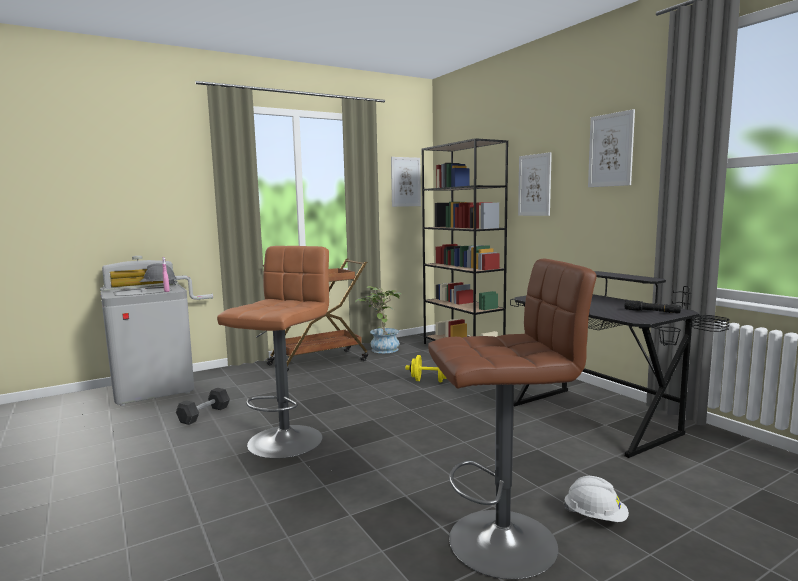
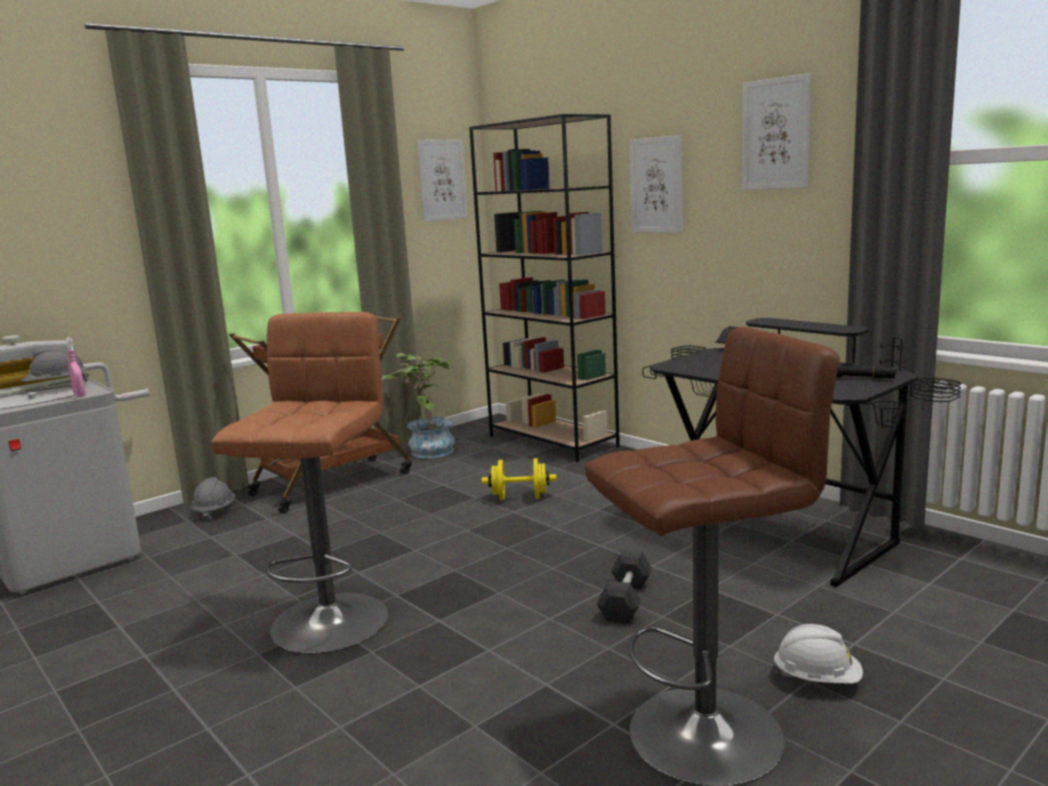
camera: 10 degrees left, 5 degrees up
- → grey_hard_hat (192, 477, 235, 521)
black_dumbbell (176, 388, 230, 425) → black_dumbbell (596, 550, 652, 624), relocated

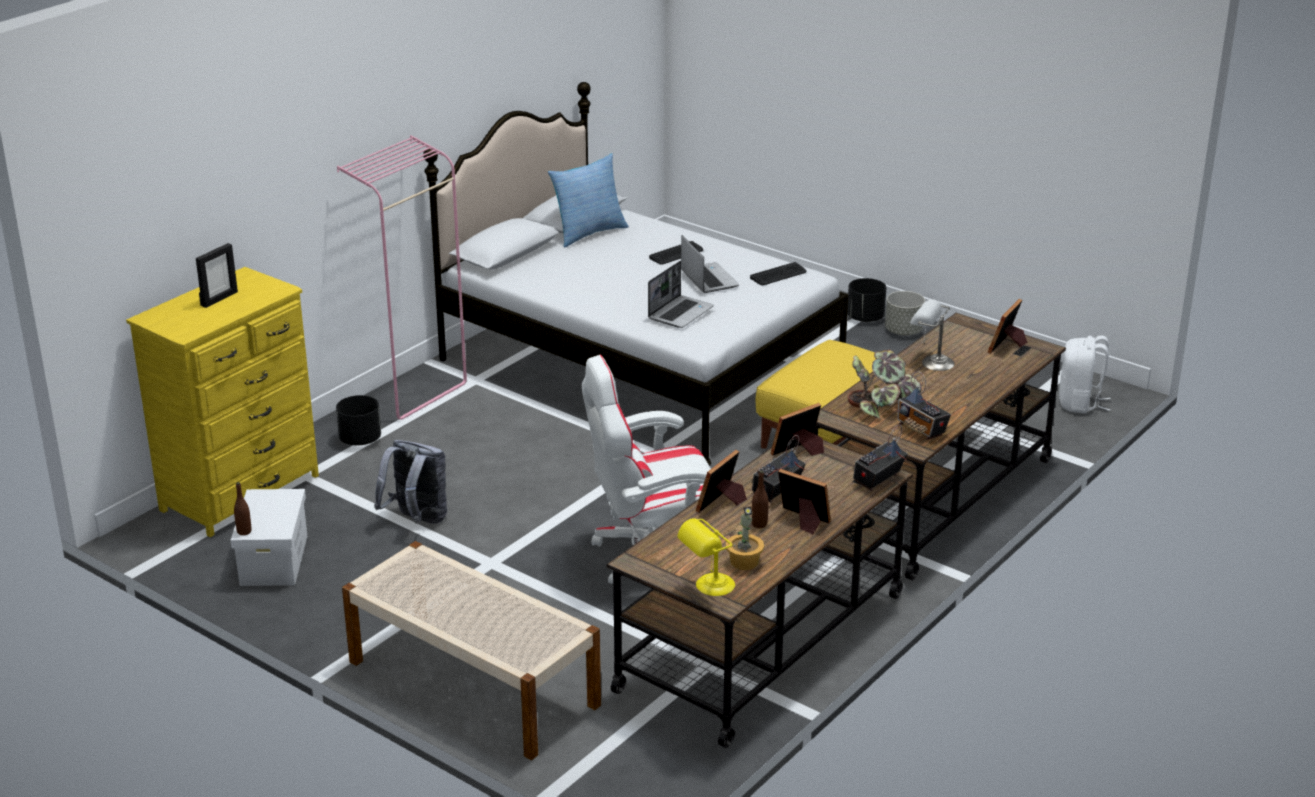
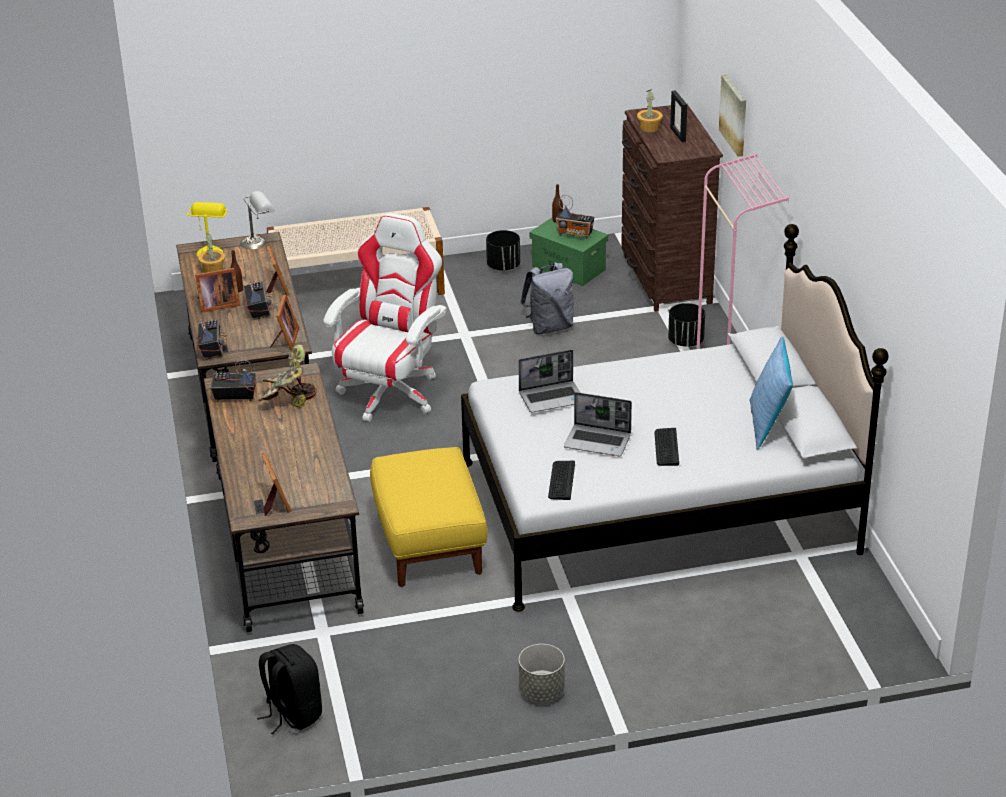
camera: 130 degrees right, 5 degrees up
white_table_lamp (910, 299, 955, 371) → white_table_lamp (240, 191, 275, 249), relocated
white_backpack (1059, 335, 1111, 414) → black_backpack (257, 644, 322, 735)
black_planter (848, 278, 886, 322) → black_planter (486, 230, 520, 270), relocated
laptop (648, 261, 714, 328) → laptop (518, 350, 580, 413), 90 degrees counterclockwise
white_storage_box (231, 489, 307, 586) → green_storage_box (530, 218, 608, 286)
- → radio (556, 195, 594, 239)
yellow_dresser (126, 267, 319, 537) → brown_dresser (621, 104, 723, 312)
- → potted_plant (637, 89, 663, 132)
- → picture (719, 75, 746, 157)

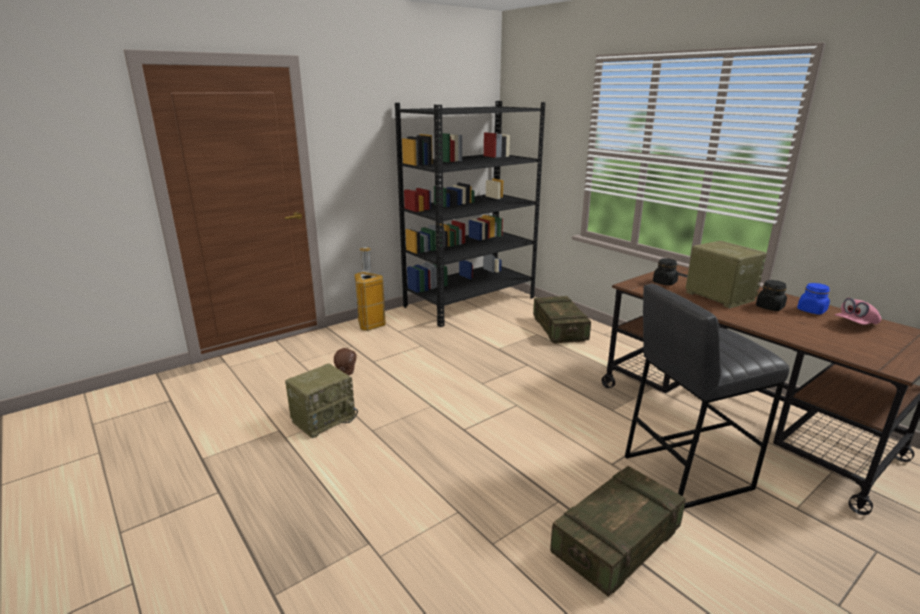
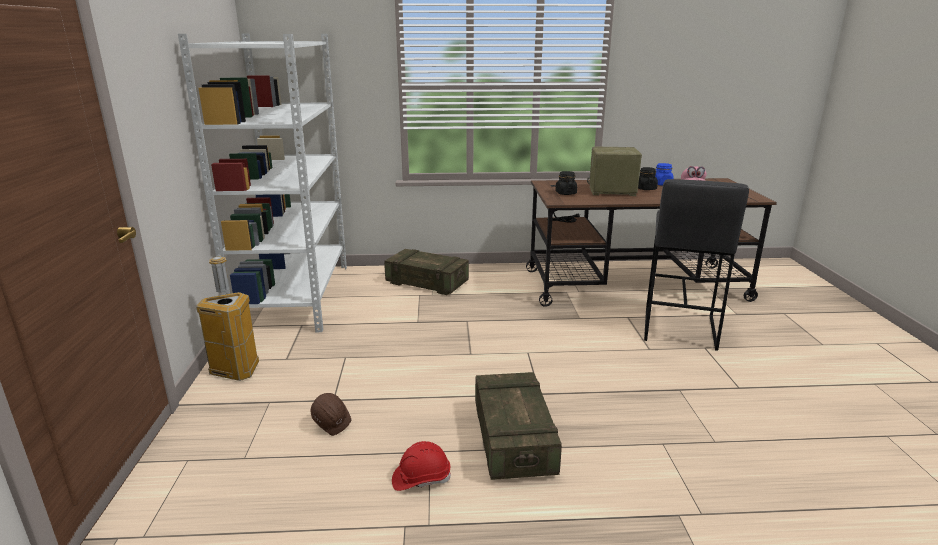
camera: 55 degrees left, 0 degrees up
black_bookcase (395, 101, 545, 327) → white_bookcase (178, 34, 347, 332)
radio (285, 363, 358, 438) → red_hard_hat (392, 441, 451, 491)
crate (550, 466, 686, 597) → crate (475, 372, 562, 480), relocated

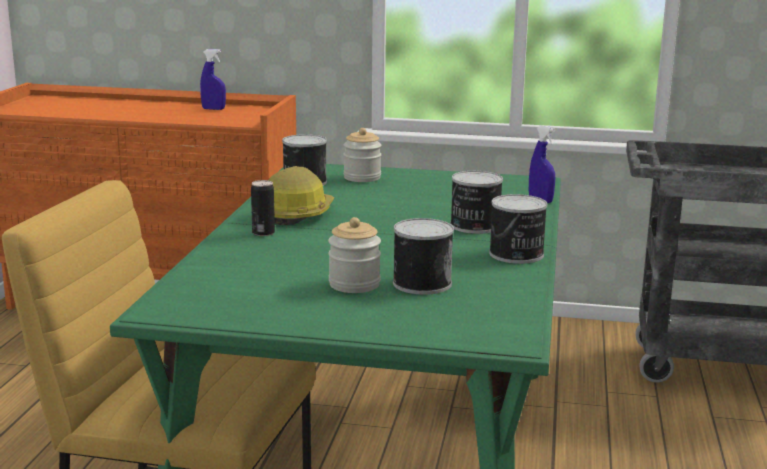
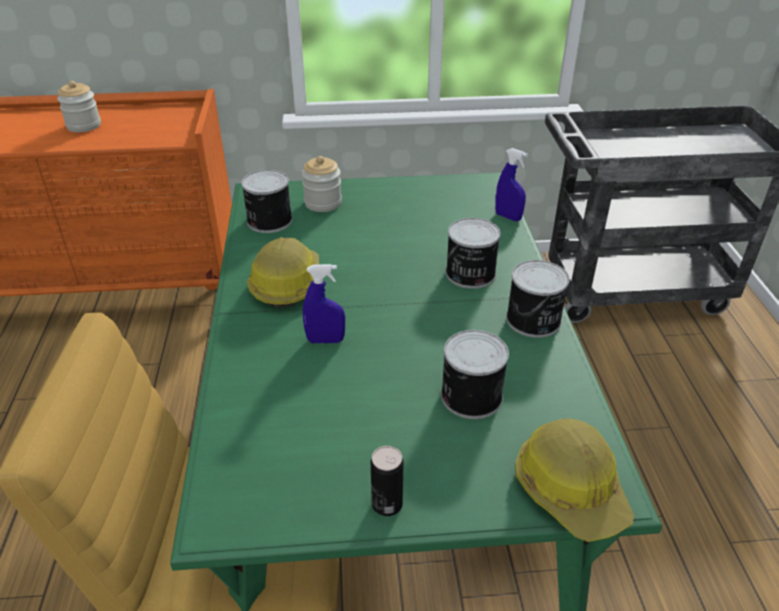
camera: 15 degrees left, 20 degrees up
jar (328, 217, 381, 293) → jar (57, 81, 101, 132), relocated
blue_spray_bottle (200, 49, 226, 110) → blue_spray_bottle (303, 264, 345, 343), relocated
can (251, 180, 275, 236) → can (371, 446, 404, 516), relocated
- → hard_hat (515, 418, 634, 542)

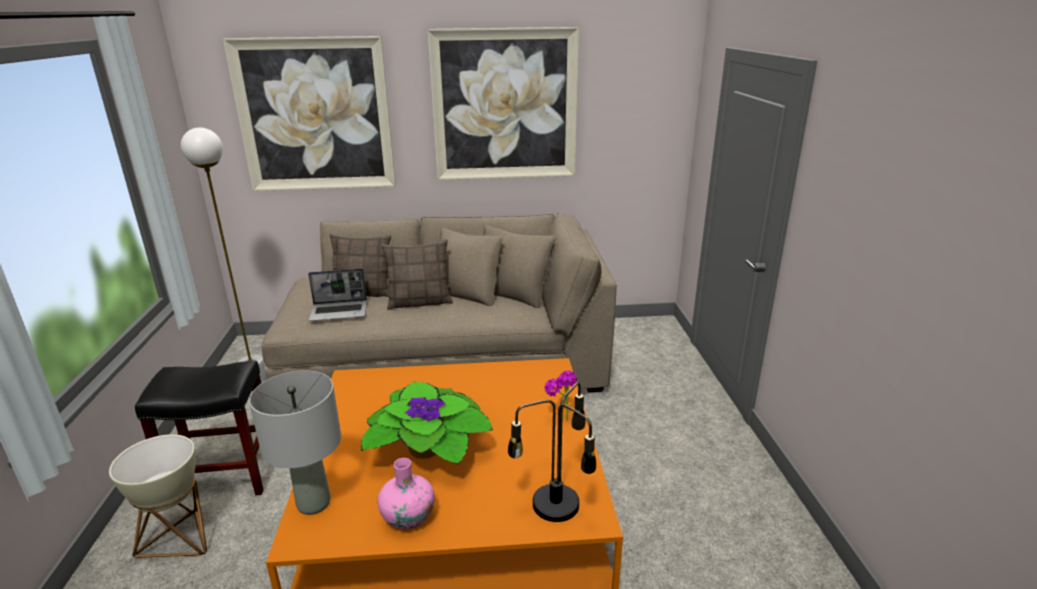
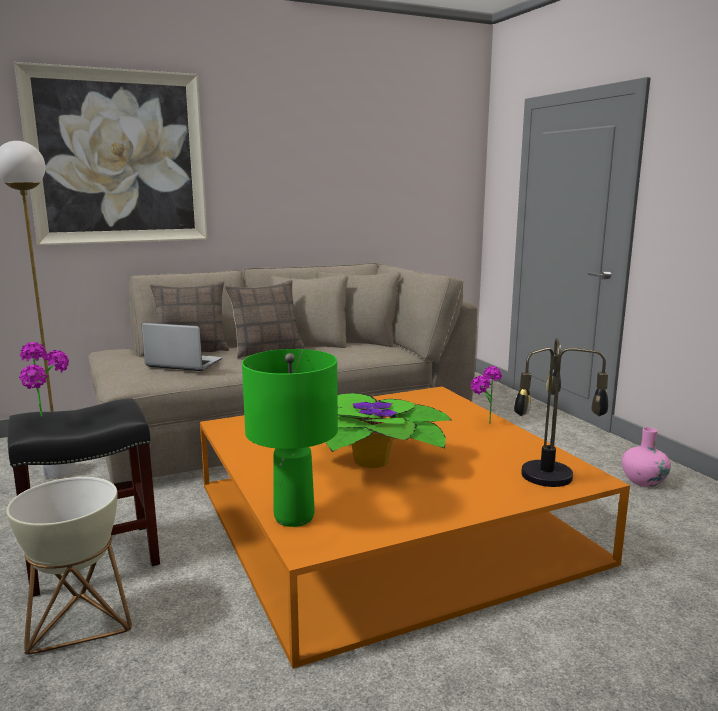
camera: 20 degrees left, 10 degrees down
- → potted_plant (19, 342, 69, 417)
laptop (308, 268, 367, 321) → laptop (141, 323, 222, 371), 135 degrees counterclockwise
grey_table_lamp (249, 370, 341, 515) → green_table_lamp (242, 349, 338, 527)
pink_vase (378, 458, 435, 529) → pink_vase (622, 427, 671, 487), relocated
picture (427, 27, 579, 180) → -

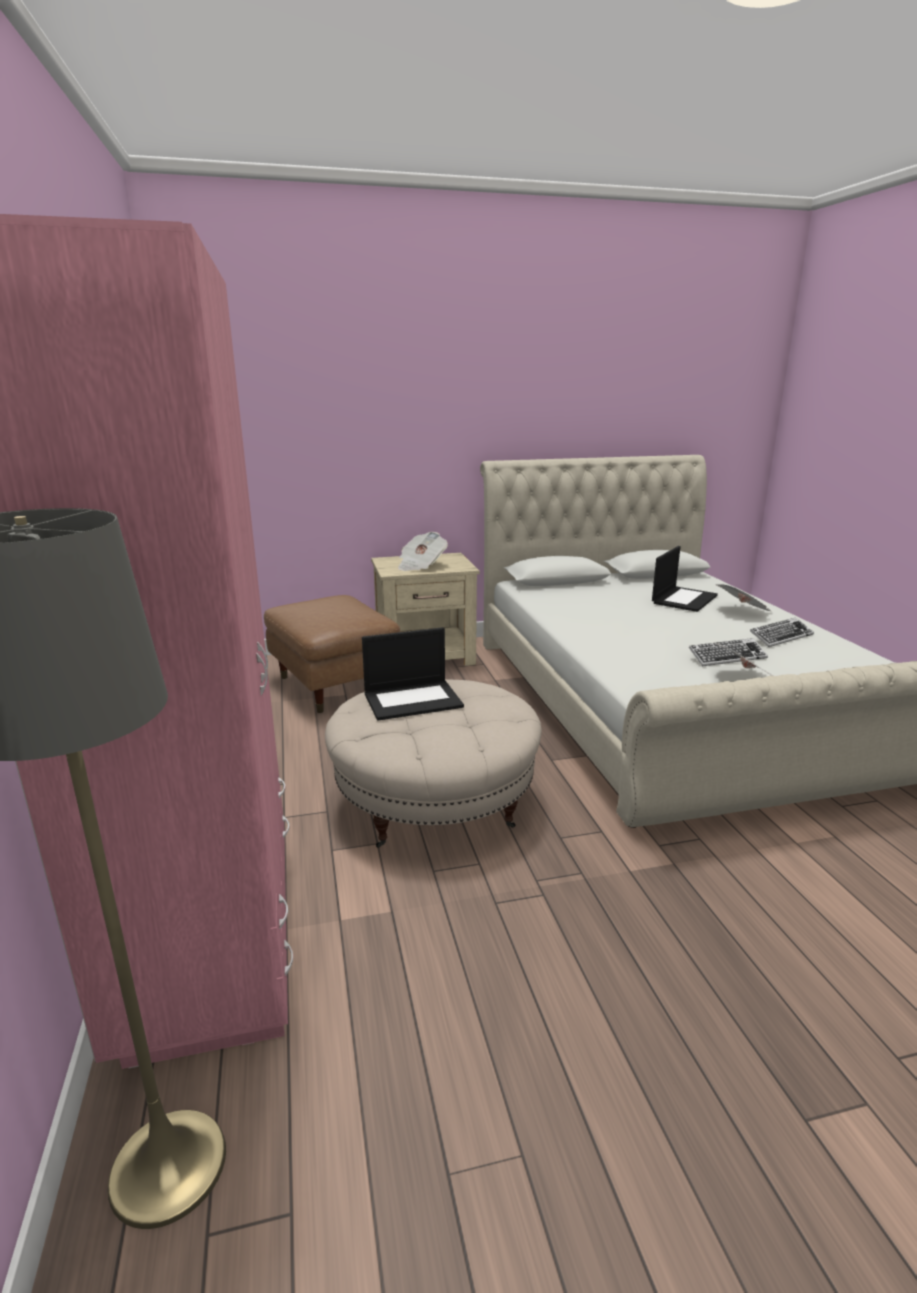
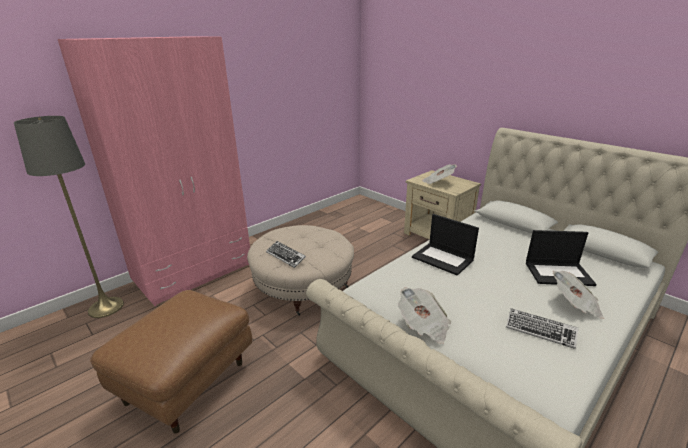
camera: 60 degrees right, 5 degrees up
brown_ottoman (264, 595, 400, 713) → brown_ottoman (90, 290, 252, 434), relocated
keyboard (689, 638, 768, 666) → keyboard (266, 241, 306, 268), relocated
laptop (362, 627, 464, 721) → laptop (412, 214, 479, 276), relocated

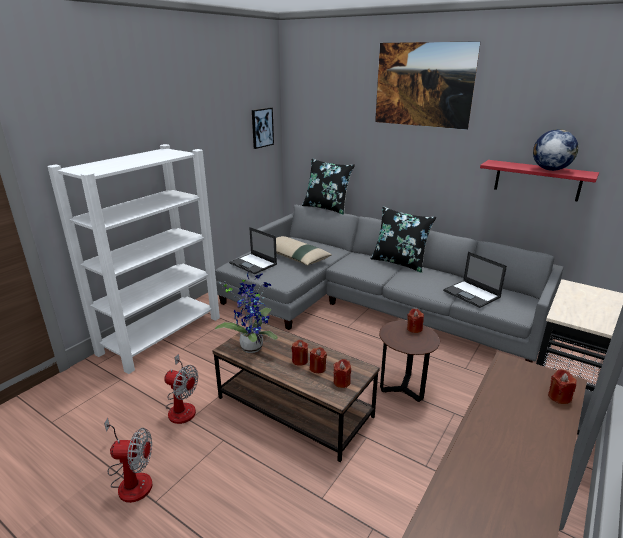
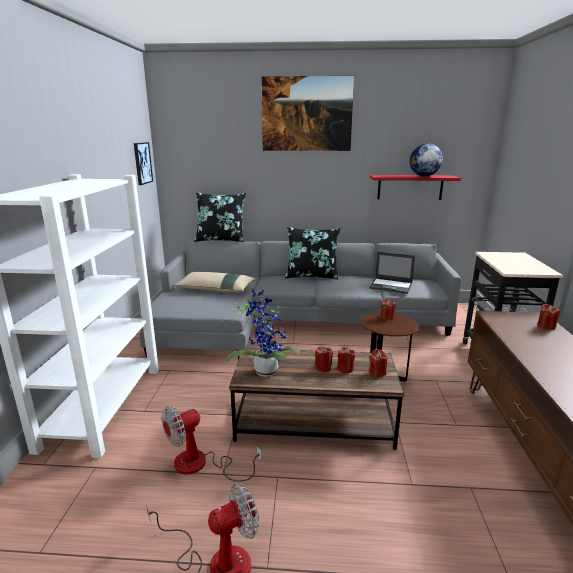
camera: 30 degrees left, 5 degrees down
fan (164, 354, 198, 424) → fan (162, 406, 262, 482), 150 degrees clockwise
laptop (229, 227, 277, 274) → -

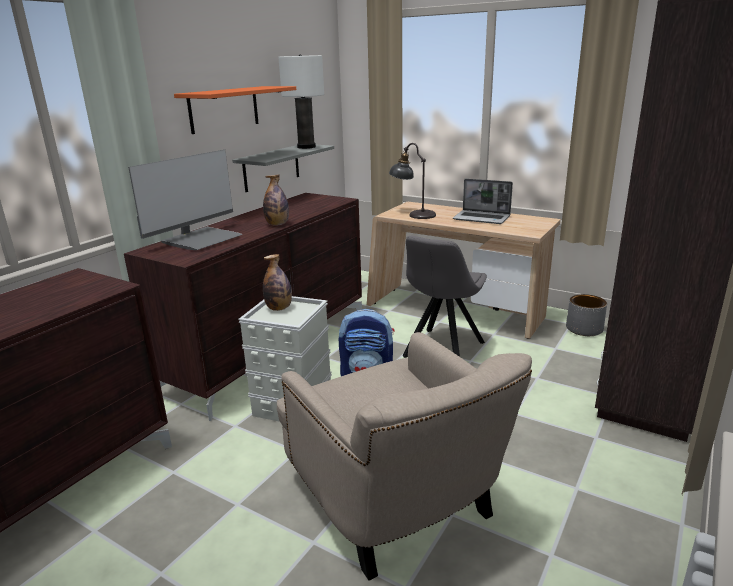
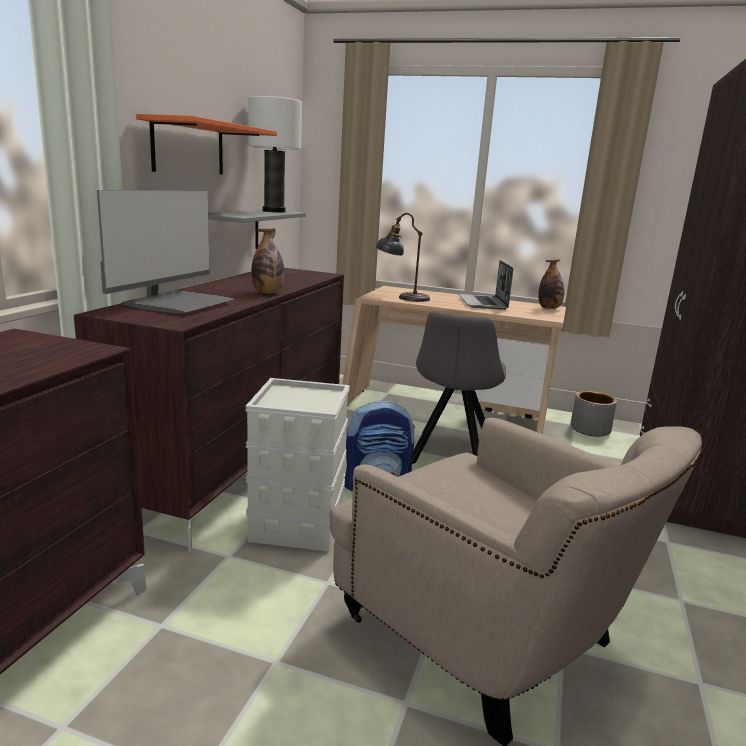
camera: 15 degrees left, 5 degrees down
laptop (453, 179, 513, 224) → laptop (459, 260, 513, 310), 75 degrees clockwise
bottle (263, 254, 292, 311) → bottle (538, 259, 564, 309), relocated

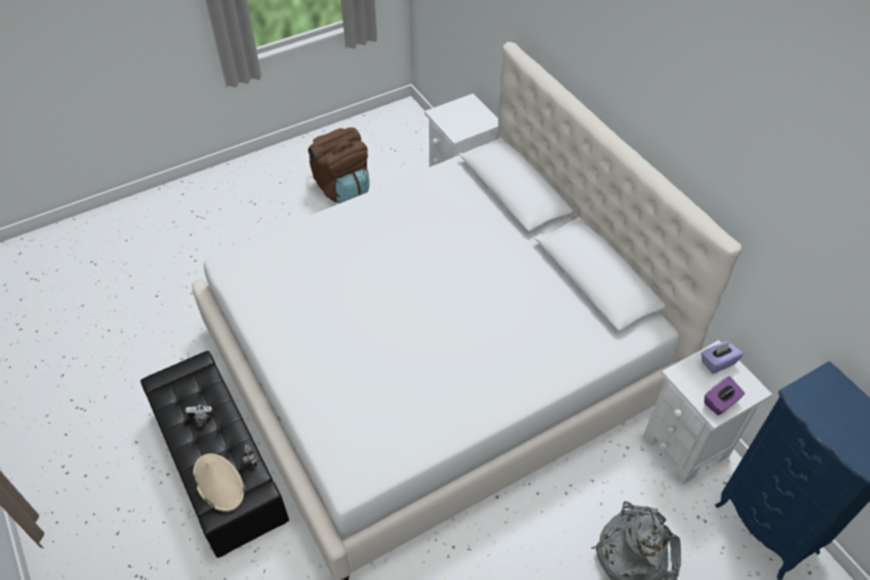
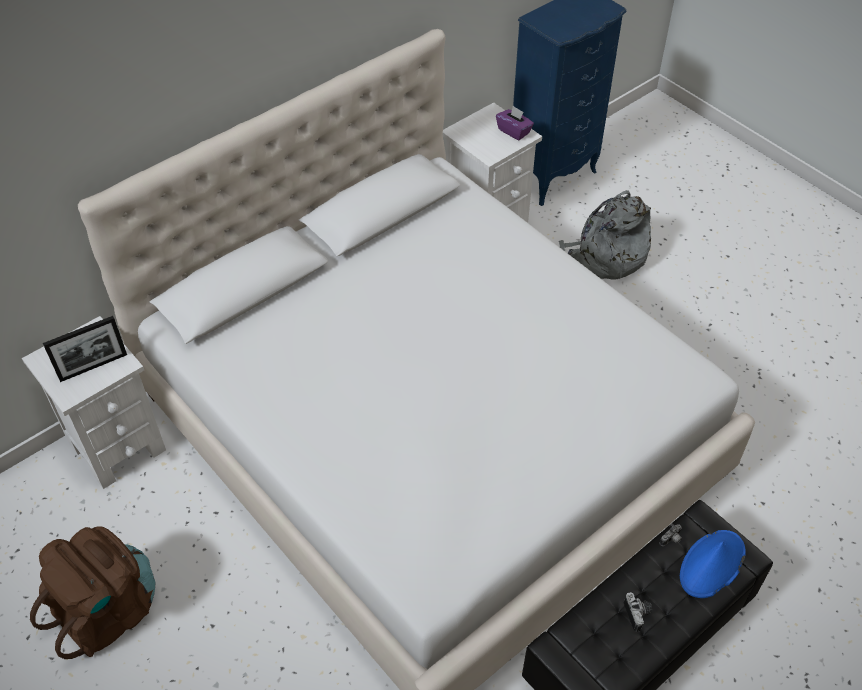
camera: 100 degrees left, 0 degrees up
- → picture_frame (43, 316, 127, 382)
beige_hat (193, 453, 244, 512) → blue_hat (680, 530, 746, 598)
purple_tissue_box (701, 341, 743, 374) → -

